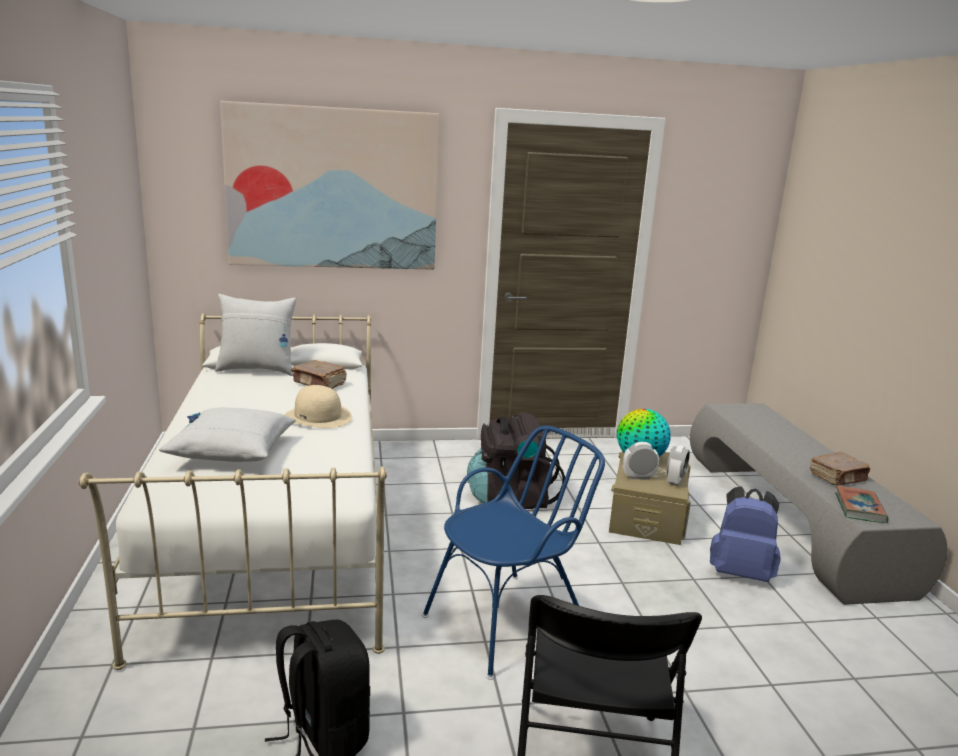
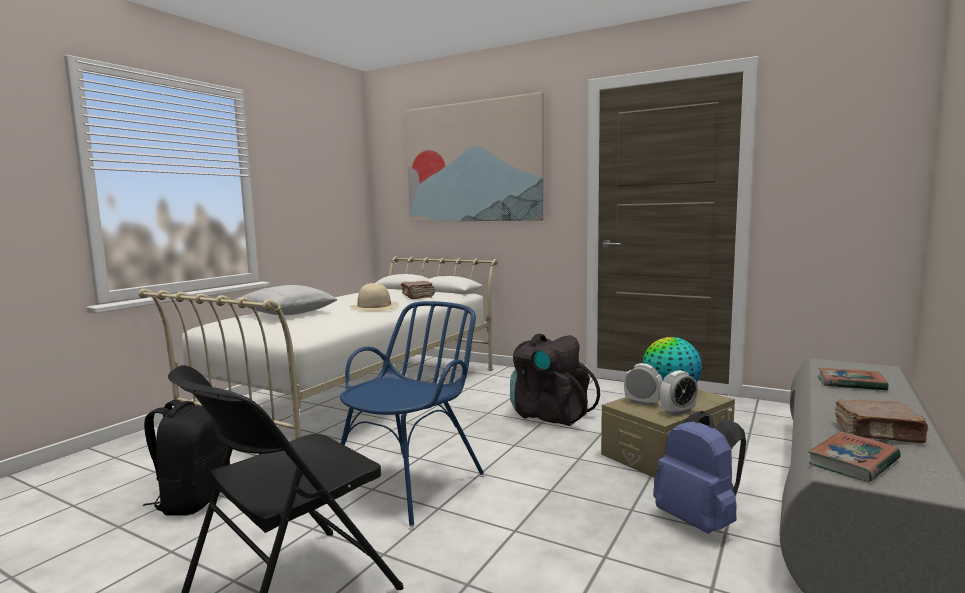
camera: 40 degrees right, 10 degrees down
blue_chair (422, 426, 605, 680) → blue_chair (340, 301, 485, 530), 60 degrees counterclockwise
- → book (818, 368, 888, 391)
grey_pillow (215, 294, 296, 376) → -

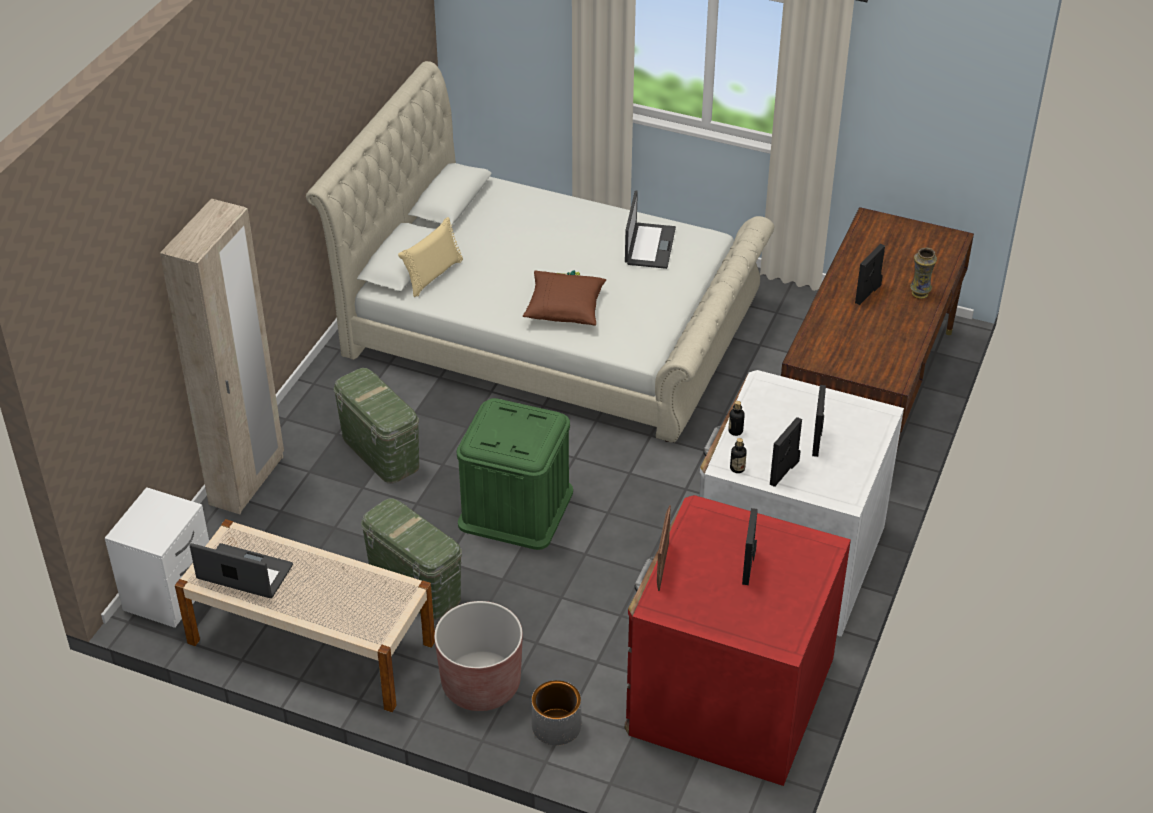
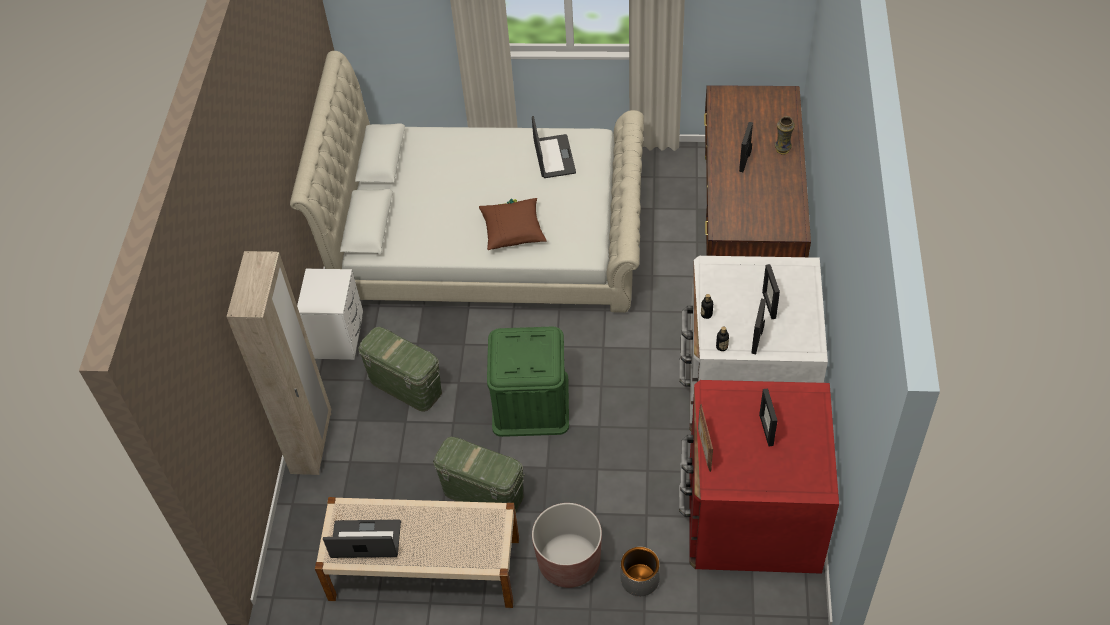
camera: 15 degrees left, 10 degrees up
white_nightstand (105, 487, 209, 628) → white_nightstand (297, 269, 363, 360), relocated
beige_pillow (398, 217, 463, 297) → -

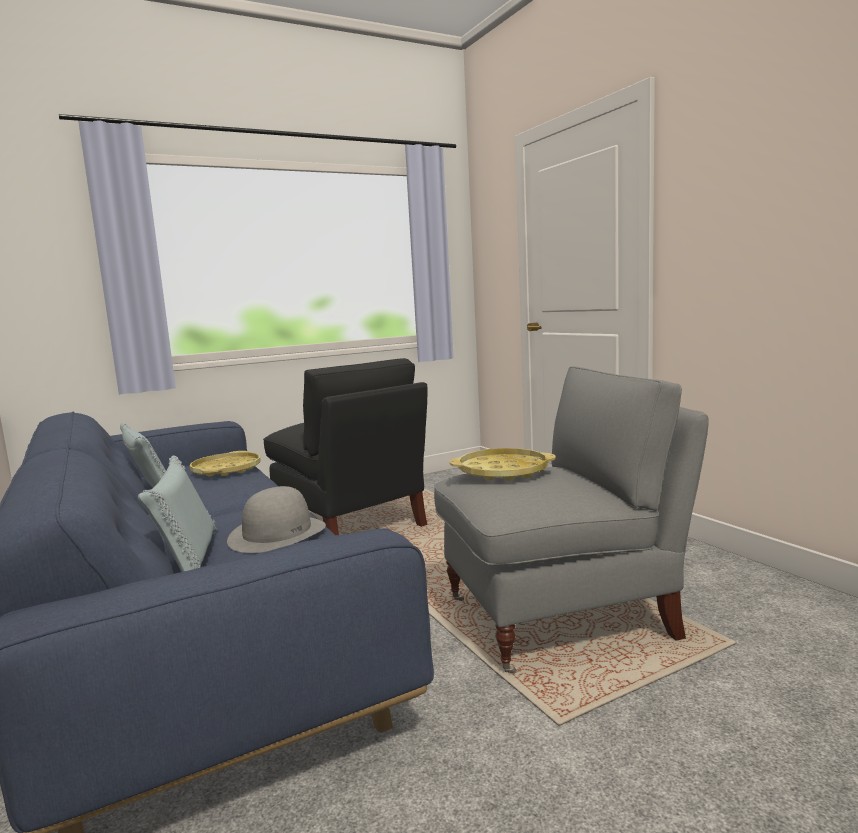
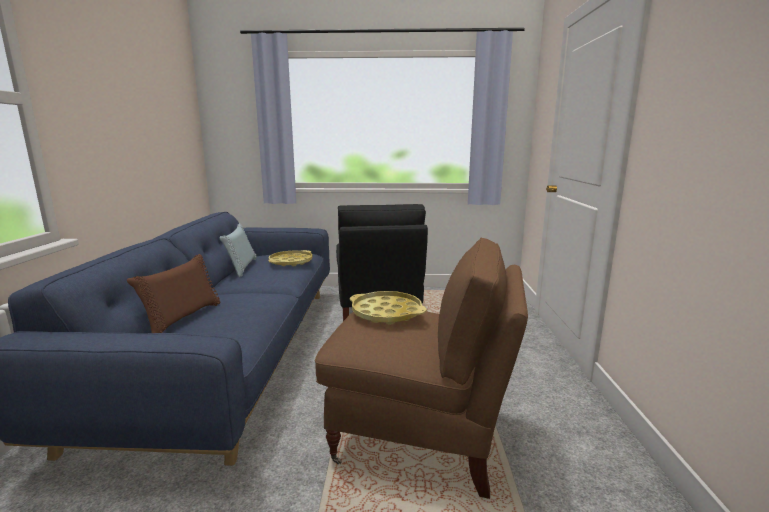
camera: 30 degrees right, 5 degrees up
blue_pillow (138, 456, 217, 572) → brown_pillow (127, 254, 221, 333)
grey_armchair (434, 366, 709, 674) → brown_armchair (315, 238, 528, 499)
grey_hat (227, 486, 326, 553) → -

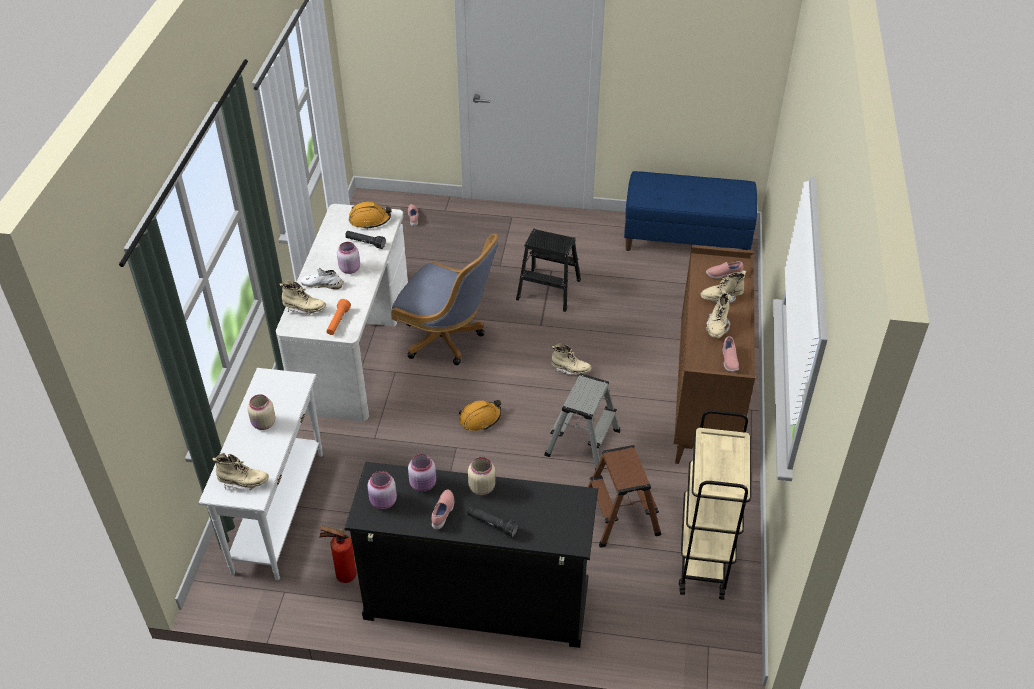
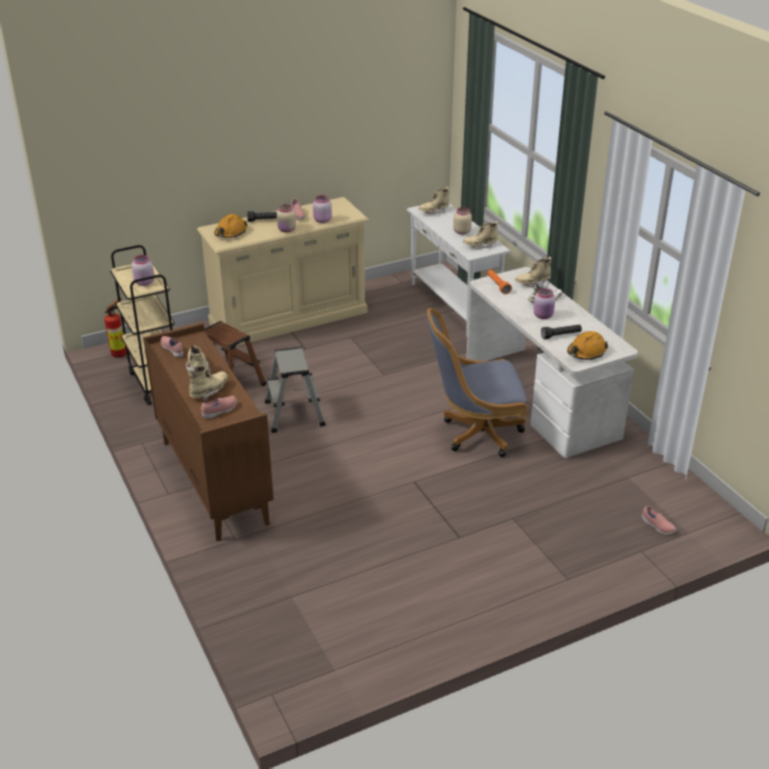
camera: 145 degrees right, 10 degrees down
fire_extinguisher (319, 526, 357, 583) → fire_extinguisher (104, 297, 127, 358), relocated
pink_jar (368, 471, 397, 509) → pink_jar (132, 255, 154, 286), relocated
black_cabinet (344, 462, 598, 648) → beige_cabinet (197, 197, 369, 346)
orange_hard_hat (459, 400, 501, 431) → orange_hard_hat (214, 214, 248, 238), relocated
beige_boot (551, 343, 592, 376) → beige_boot (463, 221, 498, 249), relocated
black_step_ladder (516, 228, 581, 312) → -
blue_bench (624, 171, 757, 251) → -

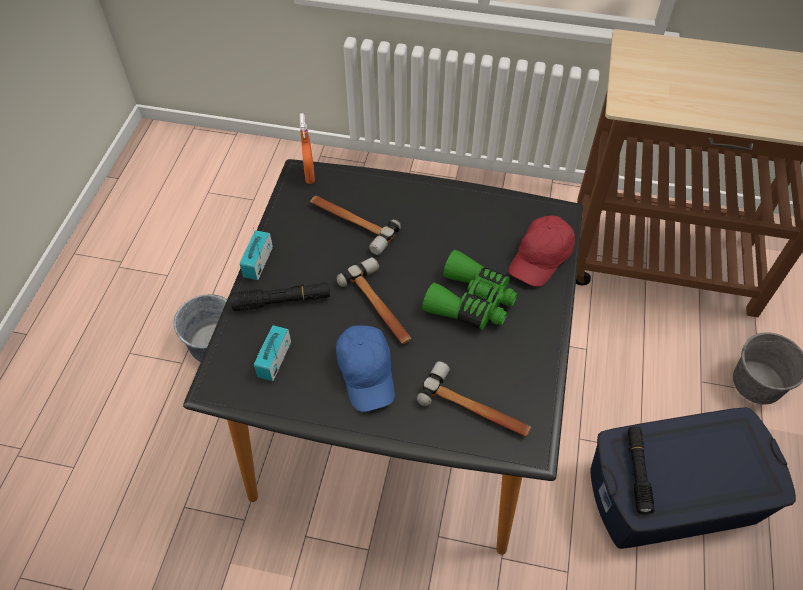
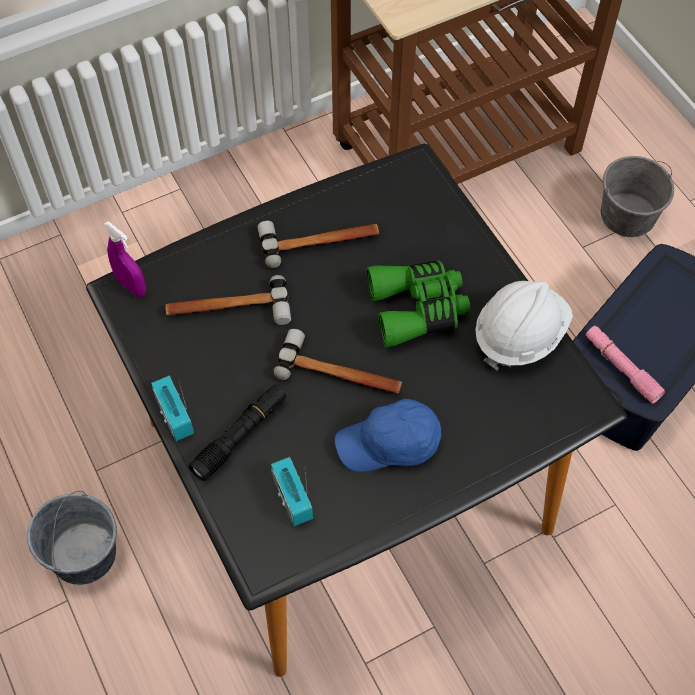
camera: 40 degrees left, 5 degrees up
orange_spray_bottle (300, 113, 315, 184) → purple_spray_bottle (104, 221, 146, 297)
hammer (417, 361, 531, 437) → hammer (258, 220, 379, 268), relocated
blue_cap (336, 325, 395, 412) → blue_cap (335, 399, 441, 472), 135 degrees clockwise
- → white_hard_hat (475, 281, 573, 370)
black_flashlight (628, 426, 655, 514) → pink_flashlight (586, 326, 665, 403)
red_cap (508, 216, 575, 287) → -

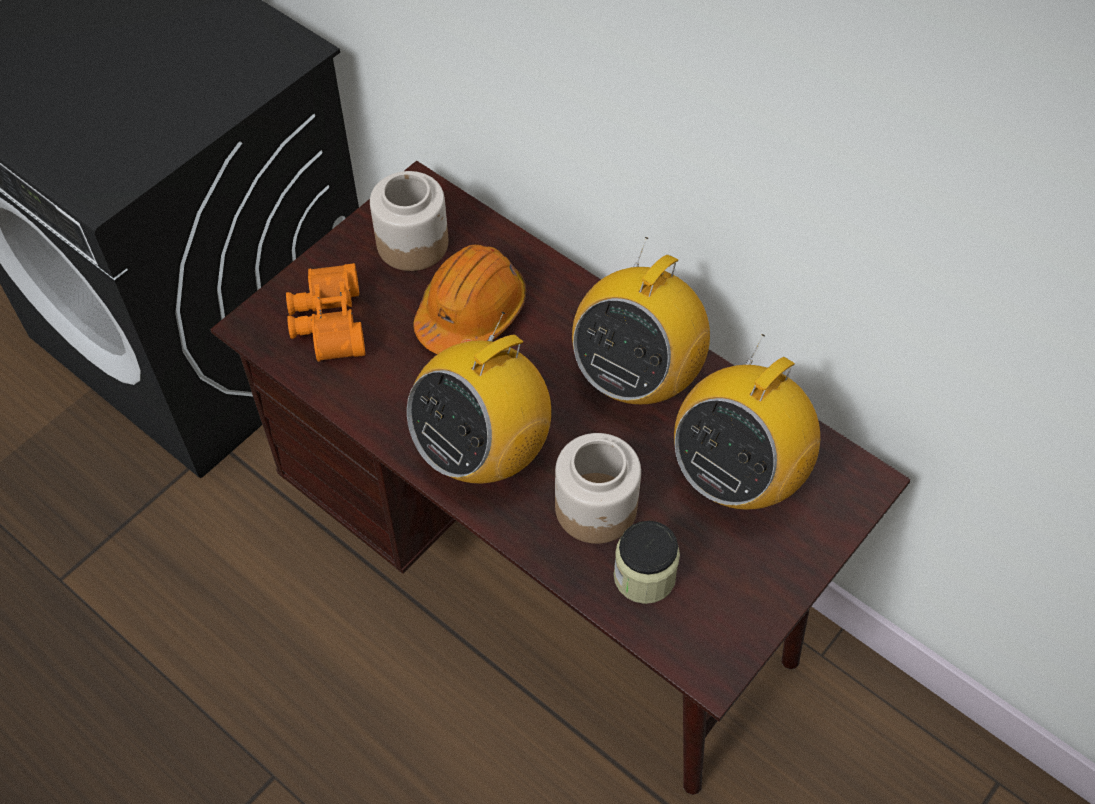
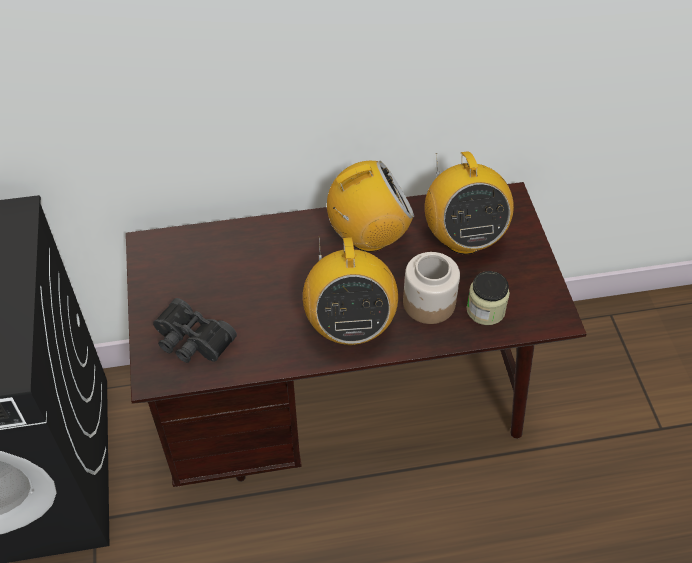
camera: 50 degrees left, 5 degrees down
orange_binoculars (286, 263, 365, 362) → black_binoculars (153, 298, 237, 363)
radio (572, 237, 710, 404) → radio (327, 161, 414, 252), 90 degrees counterclockwise
jar (370, 171, 448, 271) → -
orange_hard_hat (414, 245, 526, 354) → -

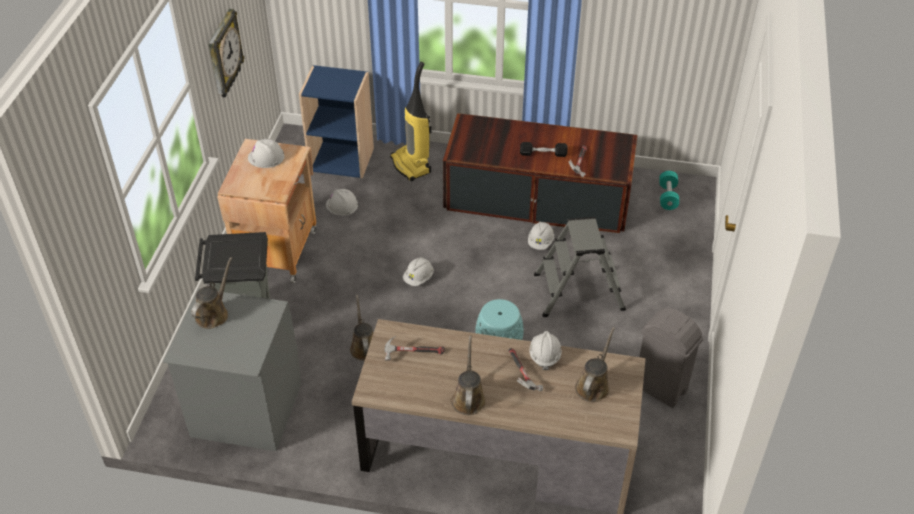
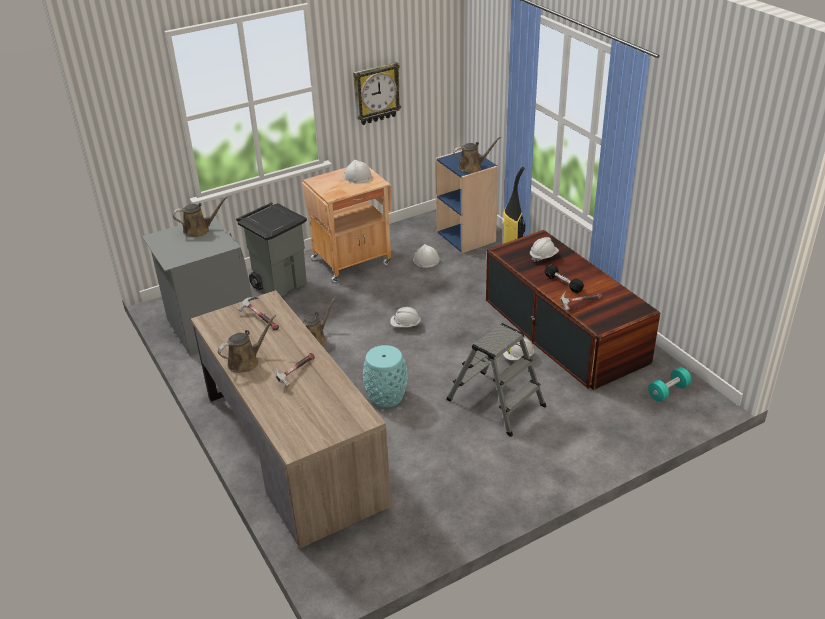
camera: 50 degrees right, 10 degrees down
brown_watering_can (575, 327, 615, 402) → brown_watering_can (453, 137, 501, 173), relocated
white_hard_hat (529, 331, 562, 370) → white_hard_hat (530, 237, 559, 262), relocated
grey_trash_can (639, 308, 703, 408) → -

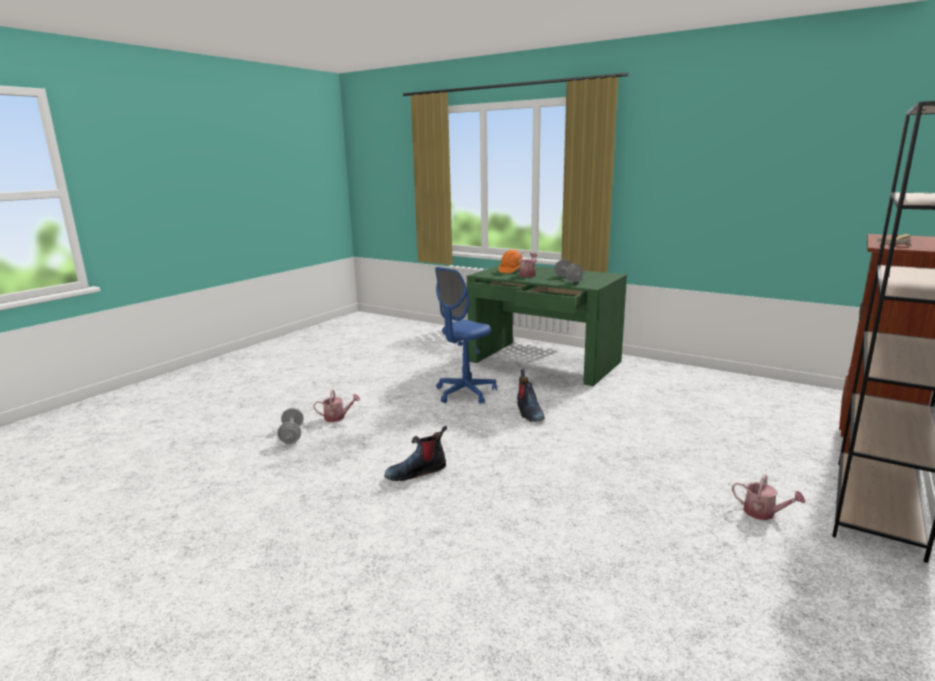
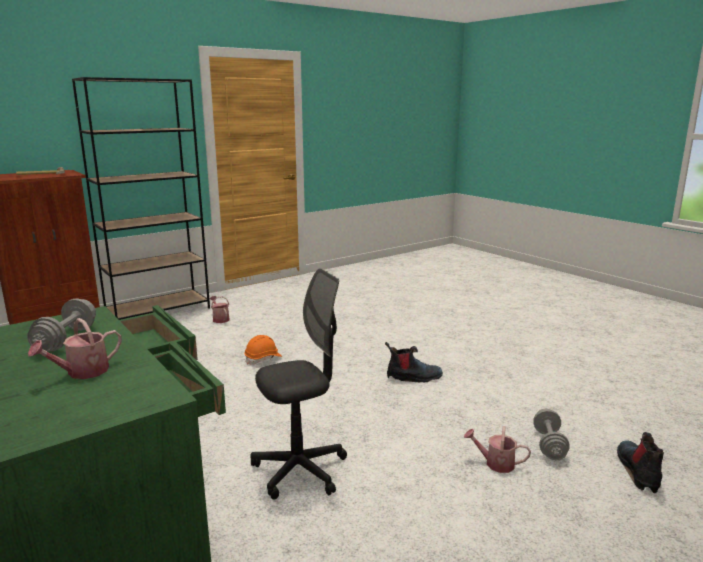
camera: 160 degrees left, 0 degrees up
orange_hard_hat (499, 250, 523, 273) → orange_hard_hat (244, 335, 282, 365), relocated
blue_office_chair (435, 267, 497, 404) → black_office_chair (251, 268, 347, 500)
boot (517, 369, 545, 422) → boot (617, 432, 664, 493), relocated

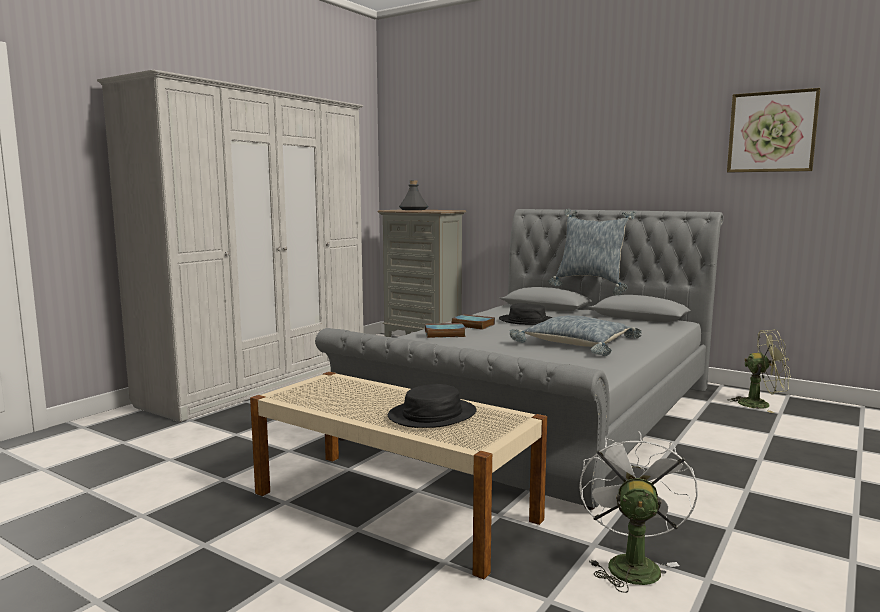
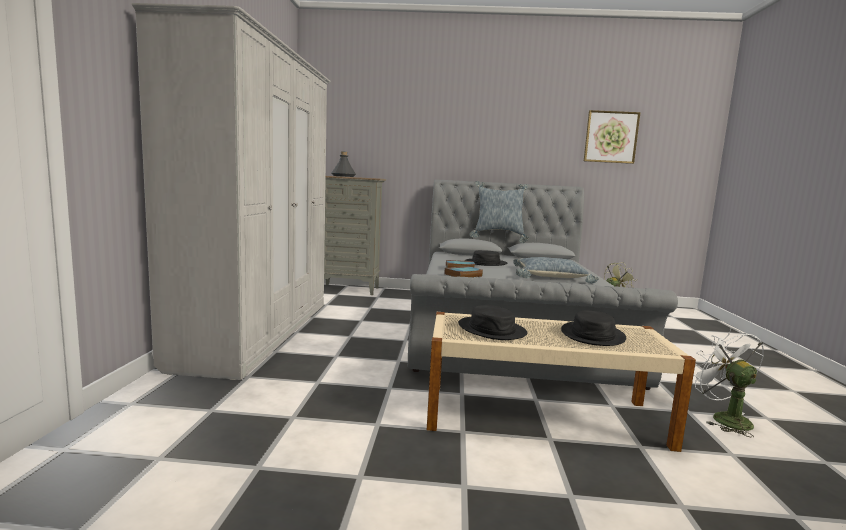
camera: 30 degrees left, 0 degrees up
- → black_hat (458, 305, 527, 340)

